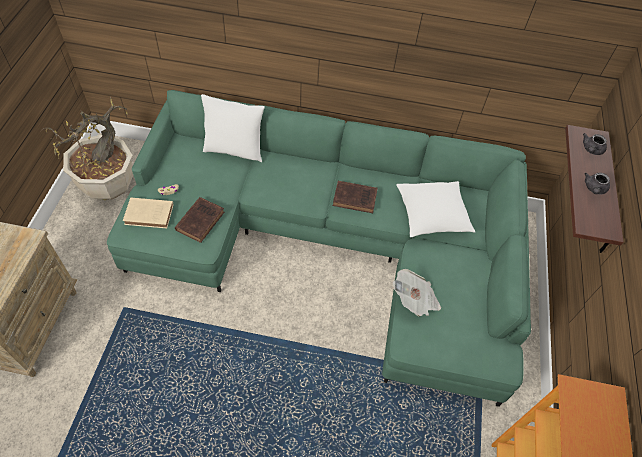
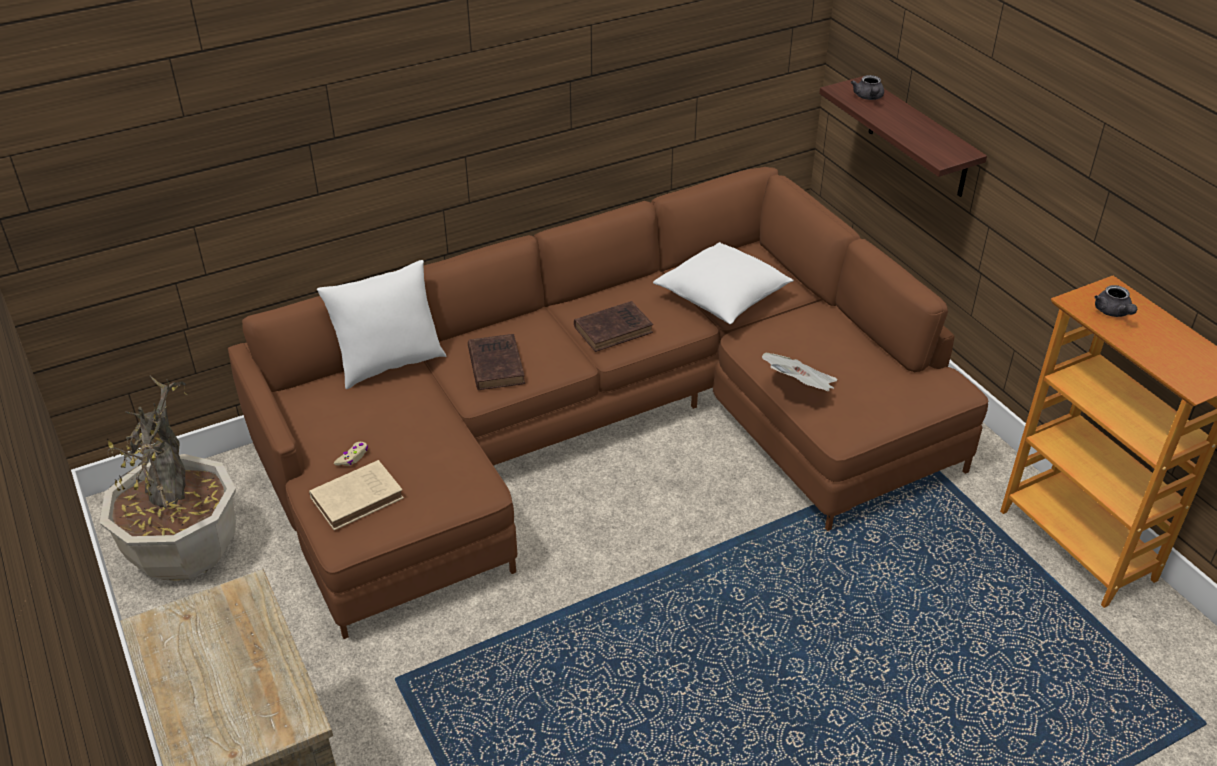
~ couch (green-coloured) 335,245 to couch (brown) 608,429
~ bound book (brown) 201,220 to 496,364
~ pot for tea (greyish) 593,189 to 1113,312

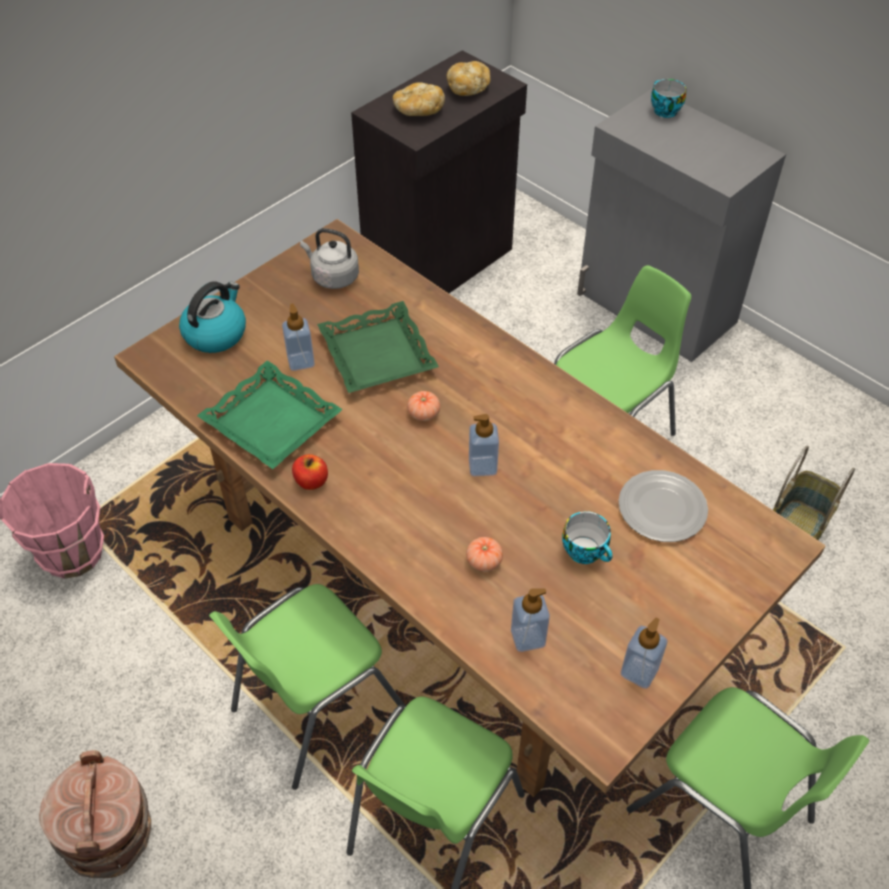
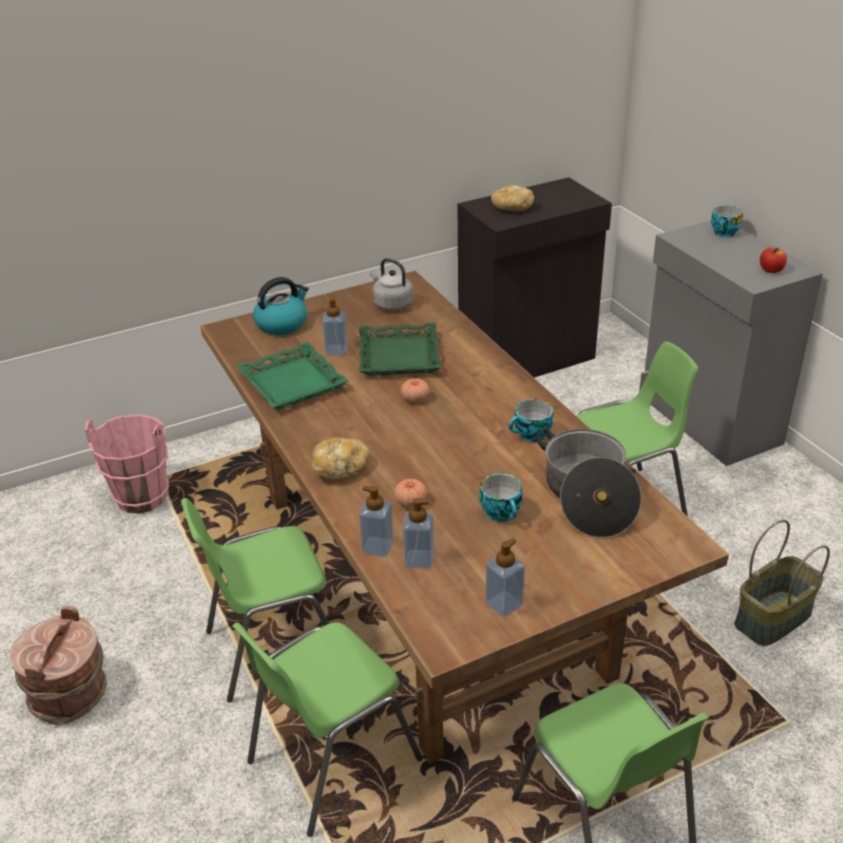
~ bakery bread 468,88 to 340,469
~ soap dispenser 482,466 to 378,547
+ small cup 531,435
~ flat dish 663,508 to stockpot 587,497
~ whole apple 311,481 to 771,270

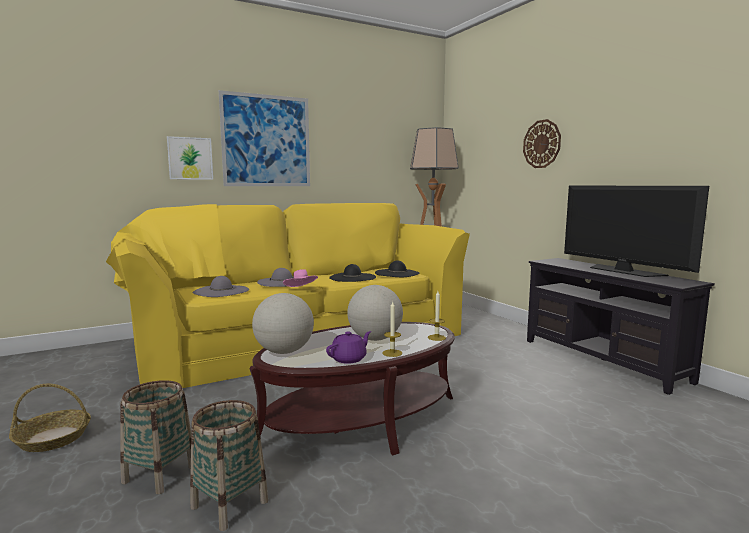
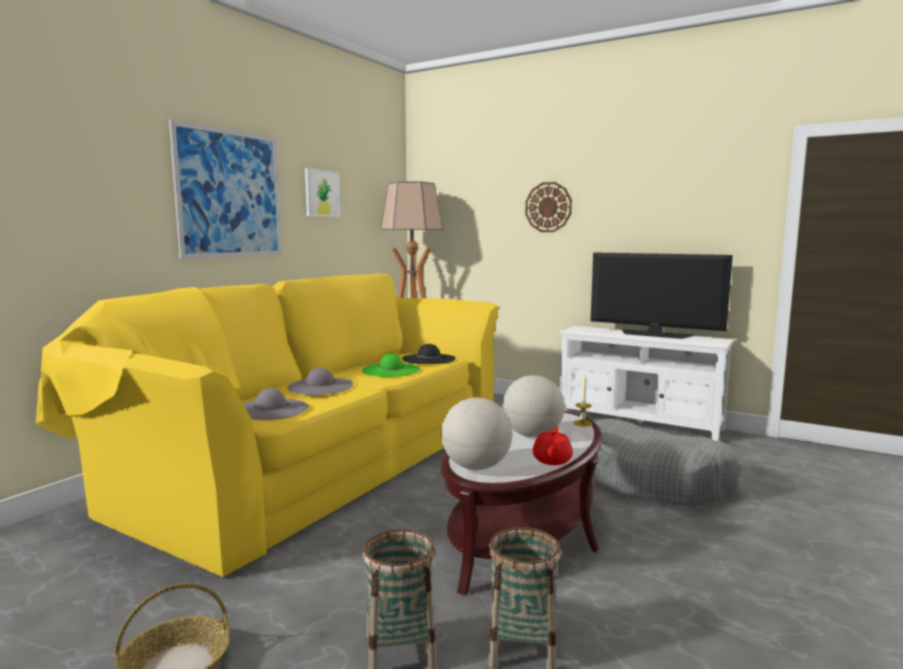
~ wall picture 190,158 to 322,193
~ hat (blackish) 352,277 to hat (green-coloured) 391,370
~ pot for tea (purplish) 349,359 to pot for tea (red-coloured) 552,460
~ tv unit (blackish) 602,360 to tv unit (whitish) 639,423
+ pet bed (greyish) 654,481
- hat (pink-coloured) 301,289
- wax candle 392,353

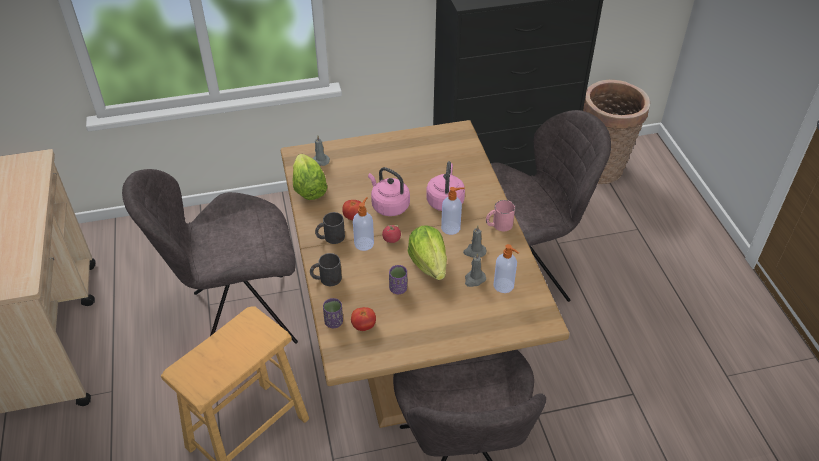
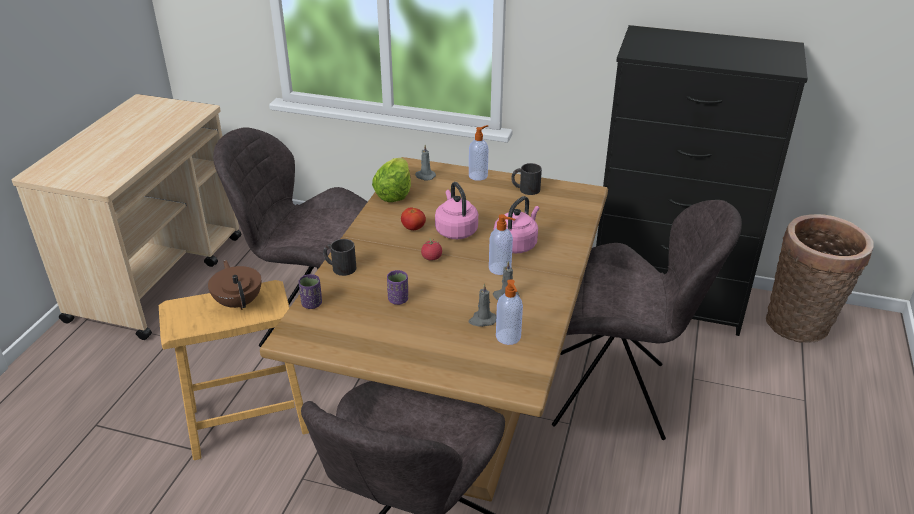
+ pot for tea (brown) 239,302
~ soap dispenser 364,243 to 478,175
~ coffee mug (blackish) 330,237 to 525,189
- fresh tomato 364,326
- head of lettuce 429,264
- coffee mug (pink-coloured) 498,225

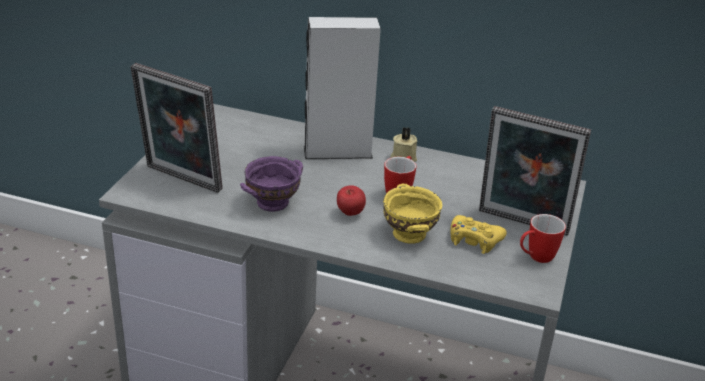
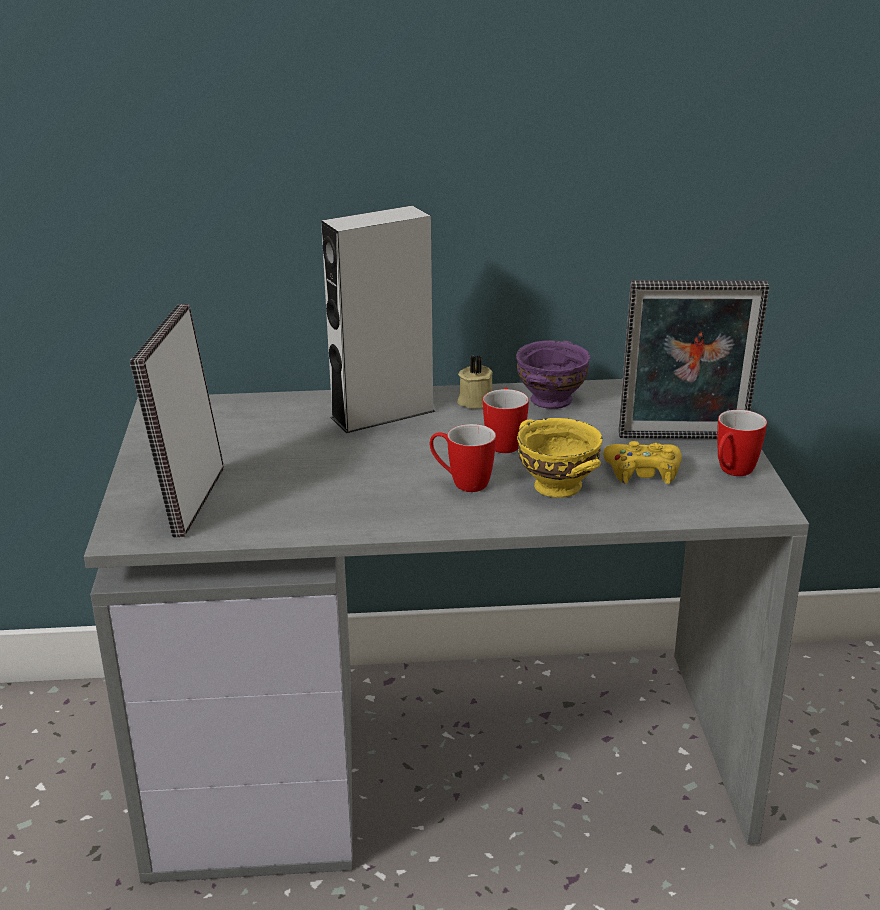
~ standing frame 180,180 = 190,501 90 degrees clockwise
~ whole apple 349,214 to coffee mug 461,483
~ deep dish (purplish) 271,203 to 549,400

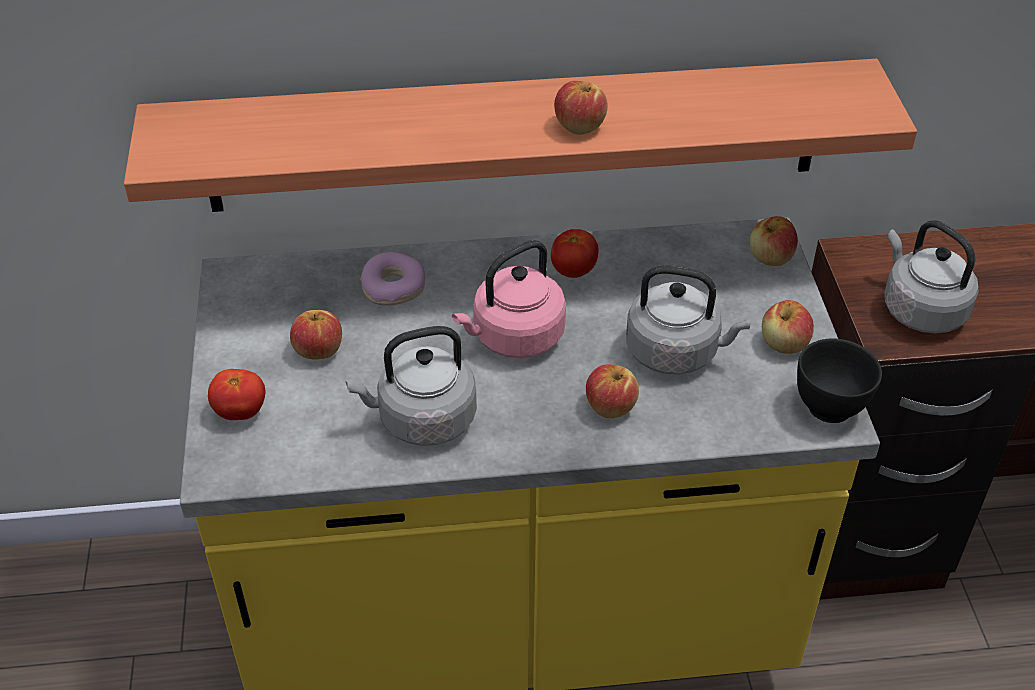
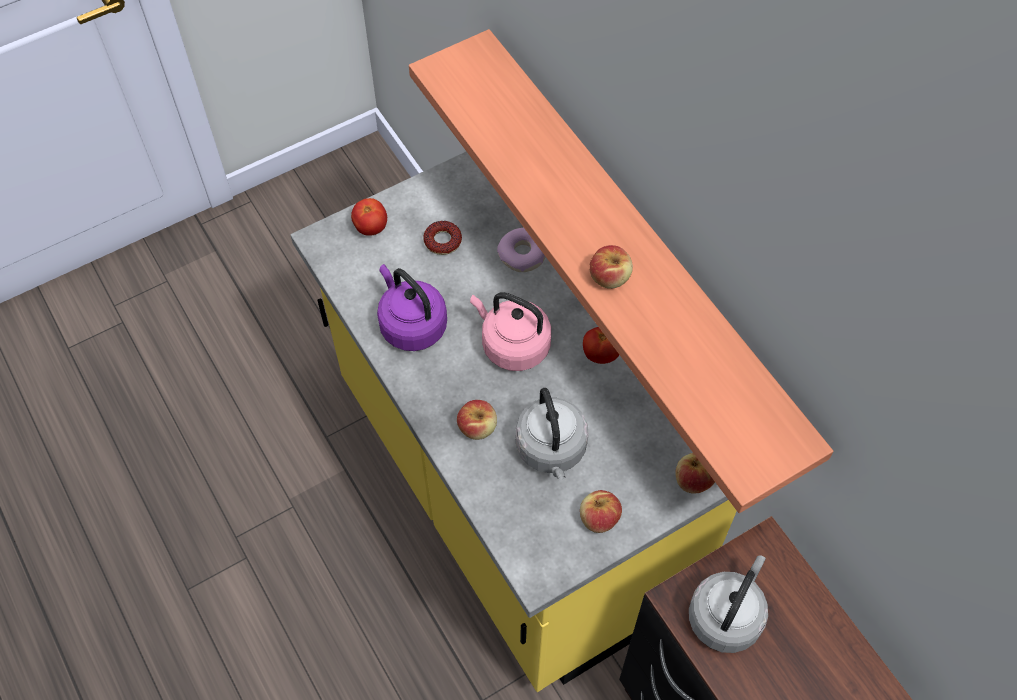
~ tea kettle (greyish) 422,420 to tea kettle (purplish) 411,324
~ whole apple 318,350 to donut 442,241
- deep dish (blackish) 830,407

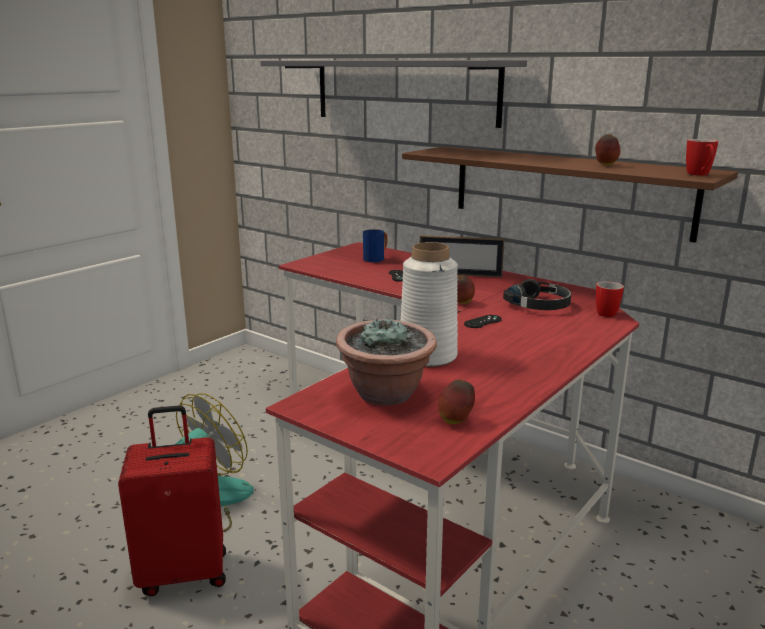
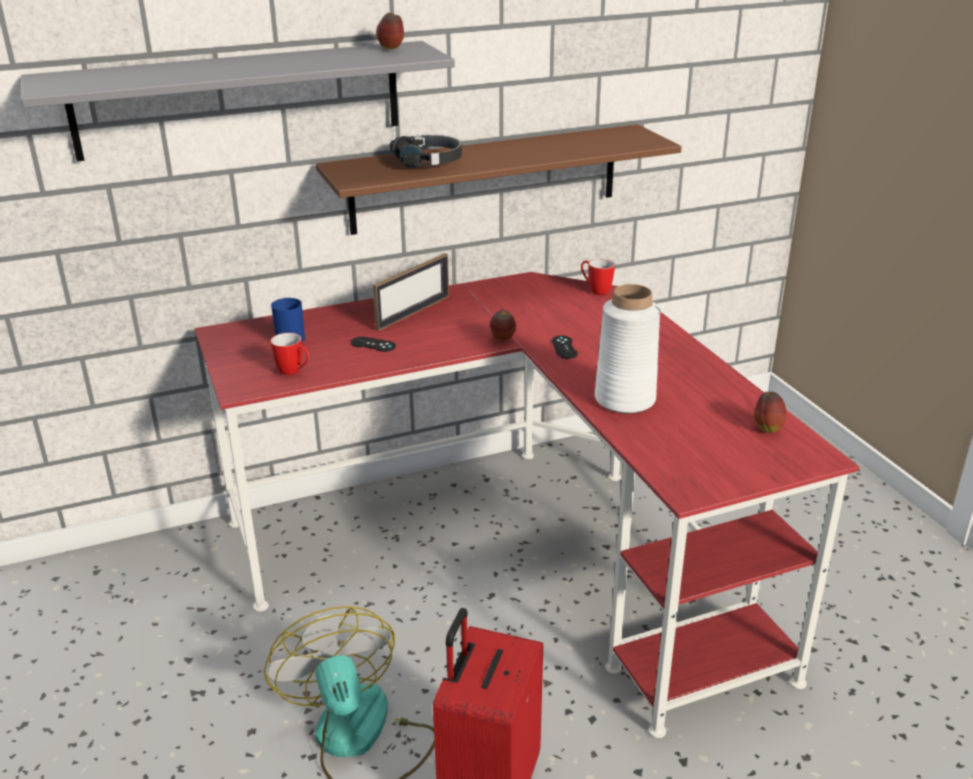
~ coffee mug 700,175 to 294,372
~ whole apple 605,165 to 391,49
~ headset (blackish) 539,305 to 428,161
- plant in a pot 386,394

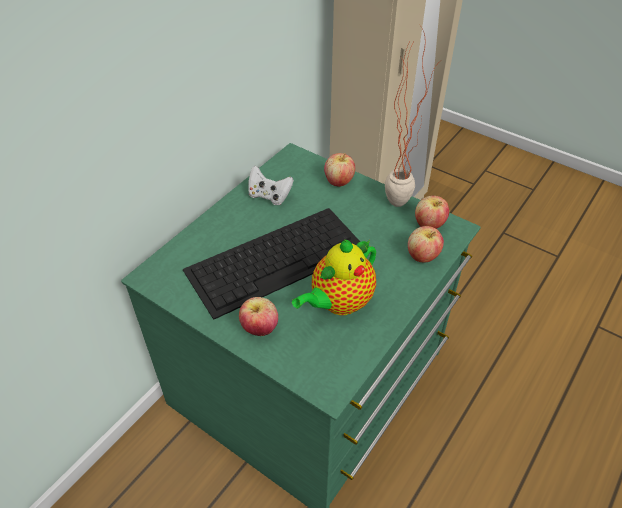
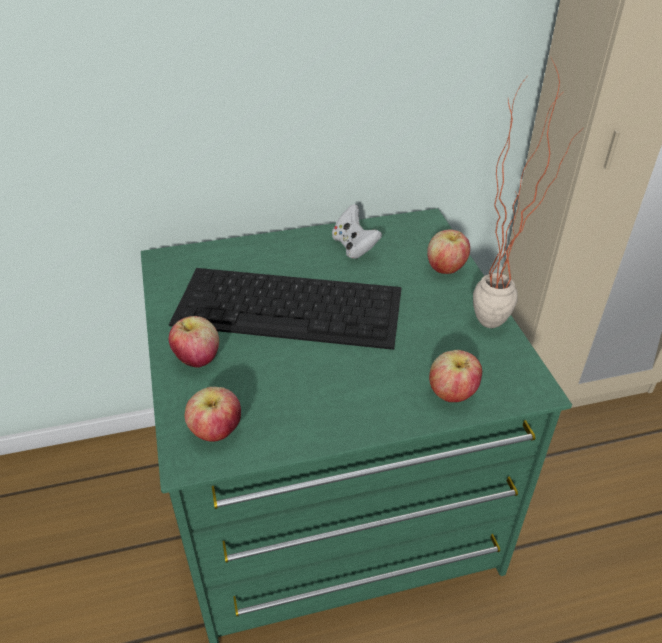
~ whole apple 429,225 to 216,431
- pot for tea 339,303

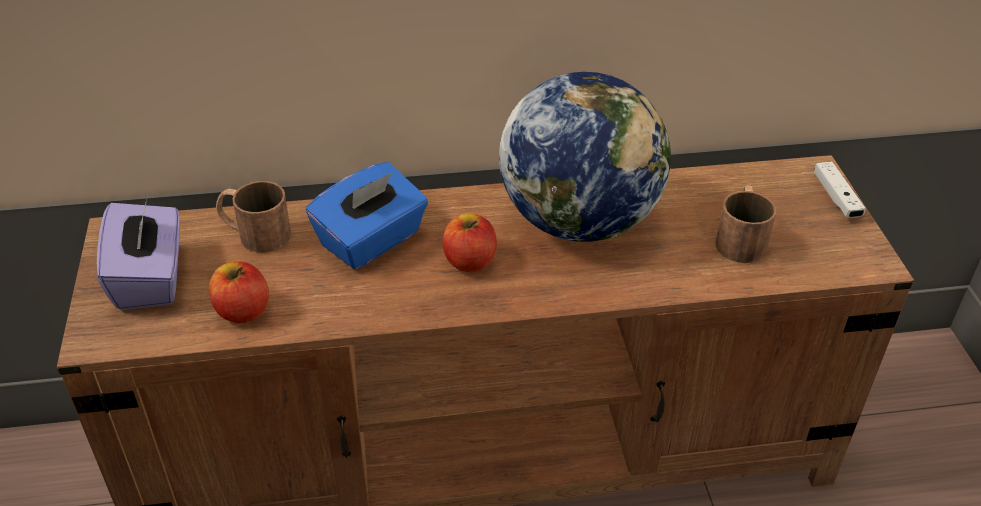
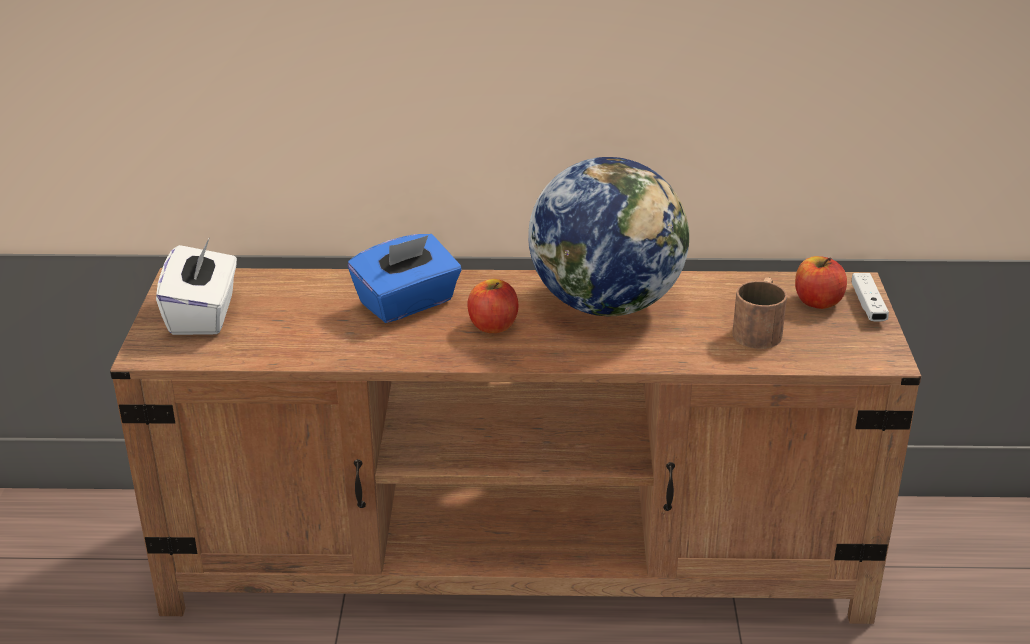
~ tissue holder (purplish) 151,278 to tissue holder (whitish) 203,315
~ whole apple 242,311 to 817,302
- coffee mug (brown) 254,232

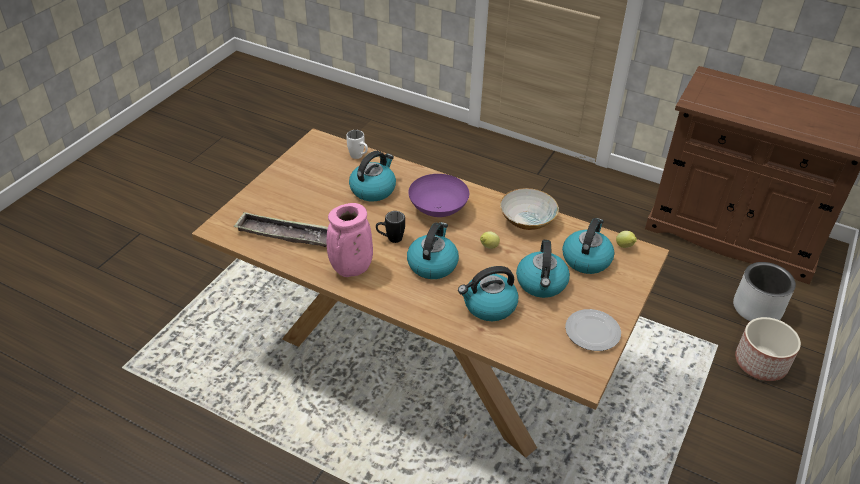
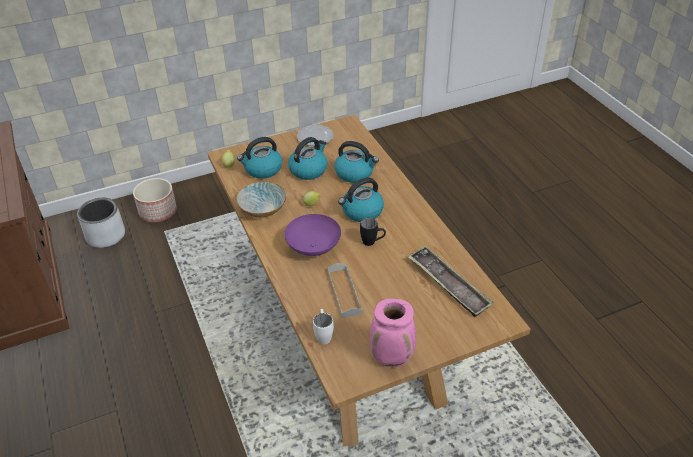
~ tea kettle 373,189 to carrying tray (greyish) 344,292
~ flower vase (pink-coloured) 351,270 to 392,358

